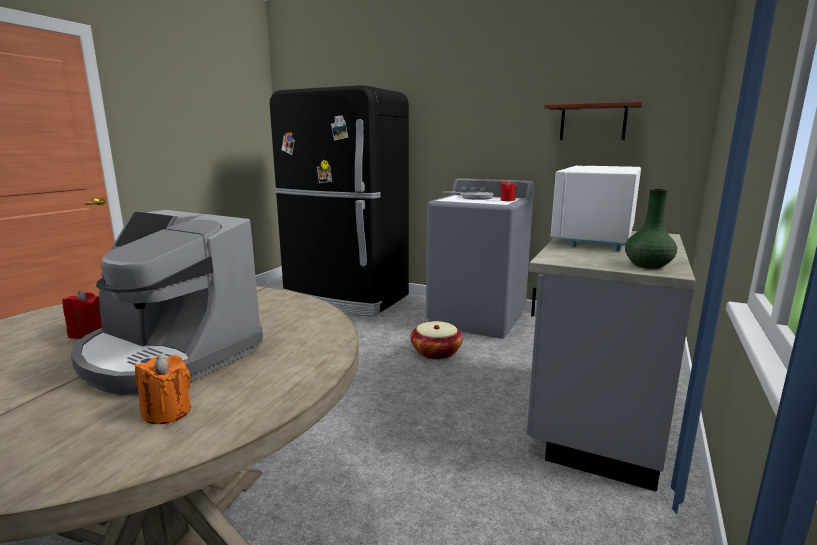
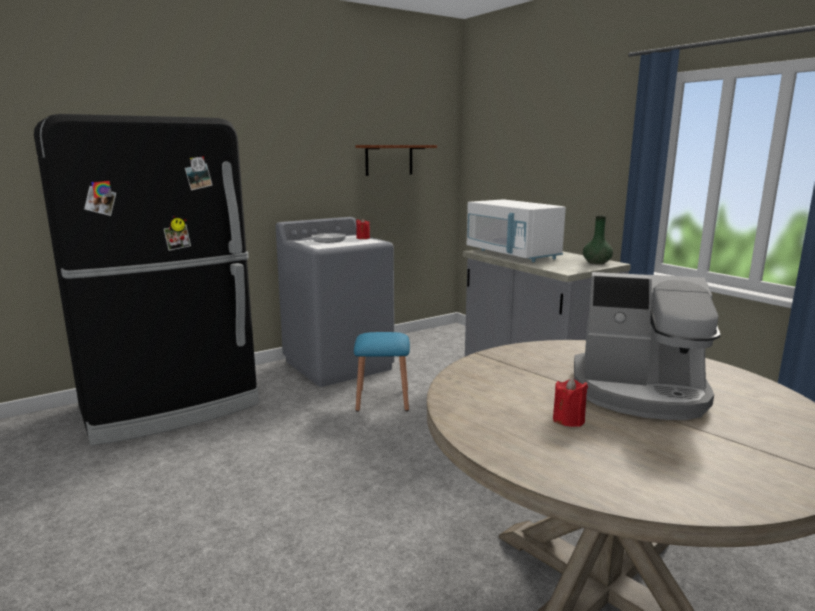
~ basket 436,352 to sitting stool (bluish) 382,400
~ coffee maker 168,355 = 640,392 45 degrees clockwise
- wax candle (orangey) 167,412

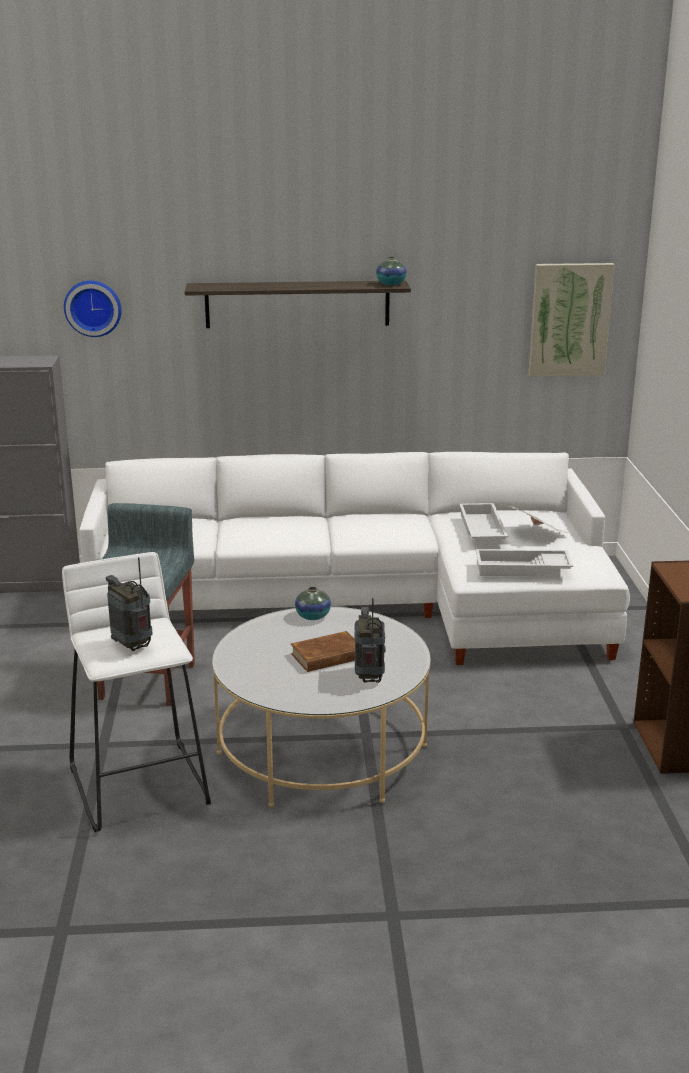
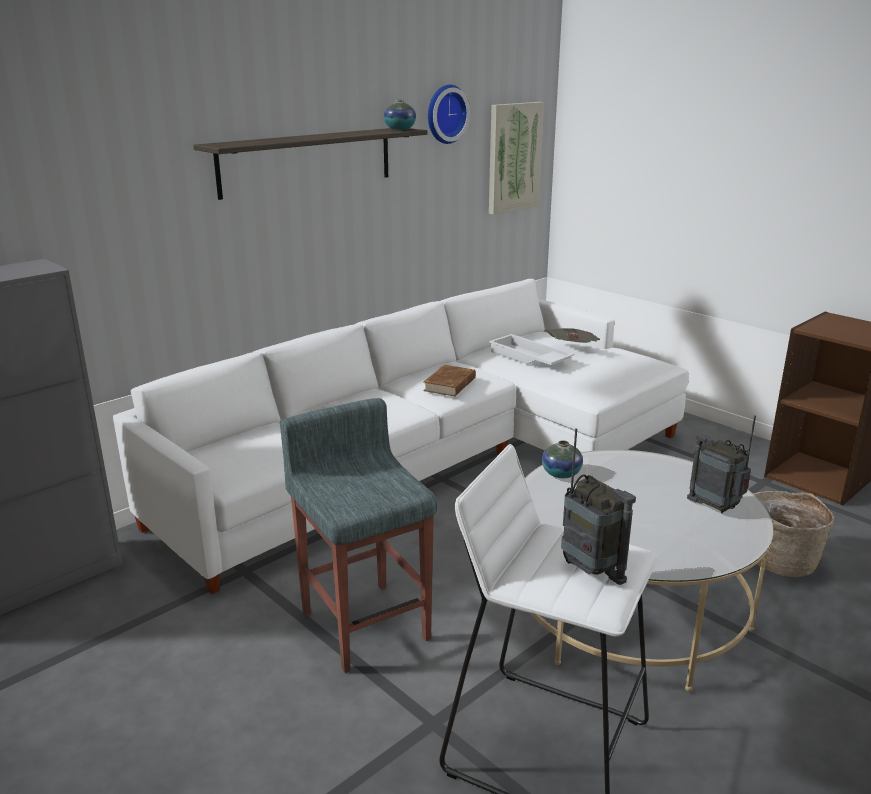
~ bound book (brown) 328,656 to 450,384
~ clock on the wall 93,307 to 445,114
~ radio 132,646 = 590,569 135 degrees counterclockwise
+ basket 778,560
- carrying tray (whitish) 522,569

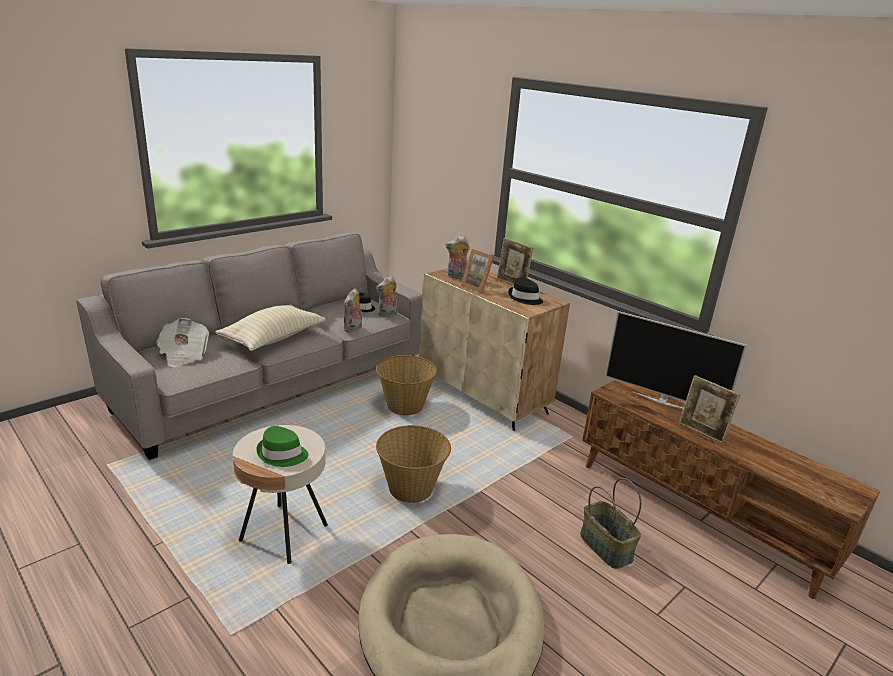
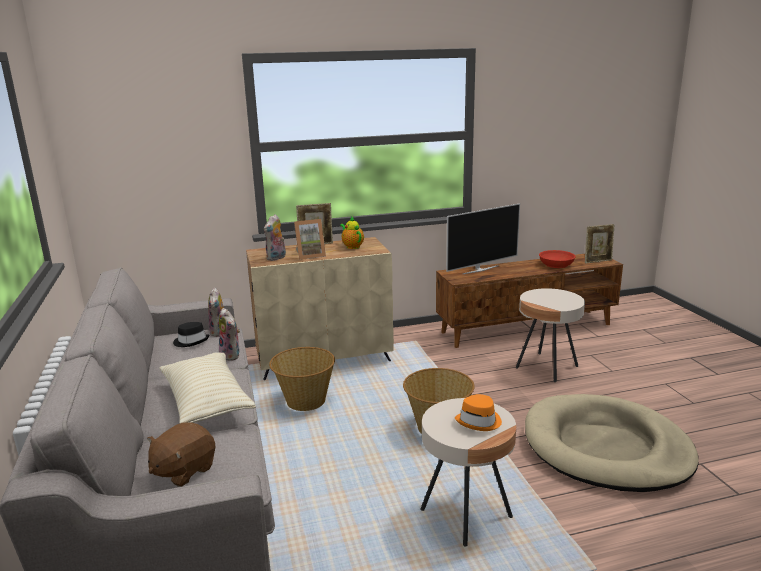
~ printed paper 184,355 to cuddly toy (brown) 183,470
~ hat (blackish) 525,298 to pot for tea 352,246
~ hat (green-coloured) 282,454 to hat (orangey) 479,421
~ basket 607,547 to end table (sand-coloured) 546,367
+ deep dish (red-coloured) 556,264
~ standing frame 701,432 to 597,261

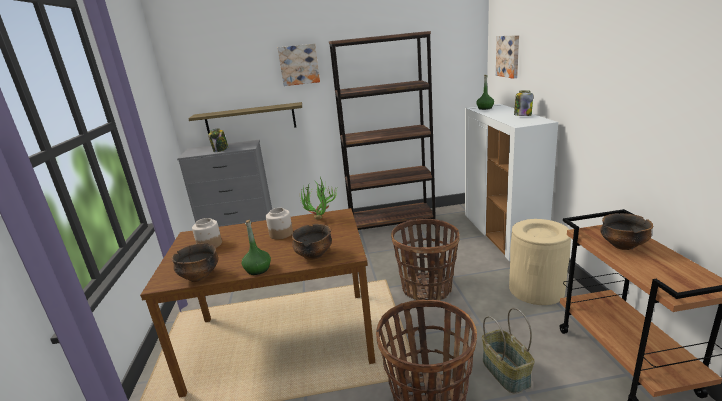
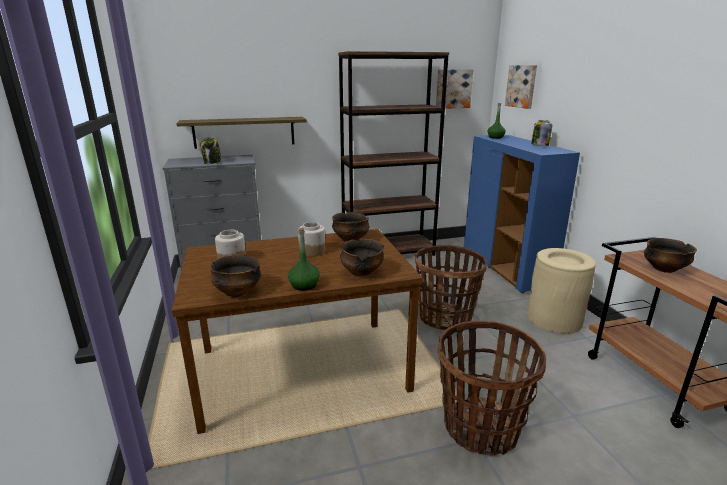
~ plant in a pot 320,220 to deep dish 351,239
~ wall picture 299,64 to 453,89
~ cabinet (whitish) 502,235 to cabinet (bluish) 506,268
- basket 506,372

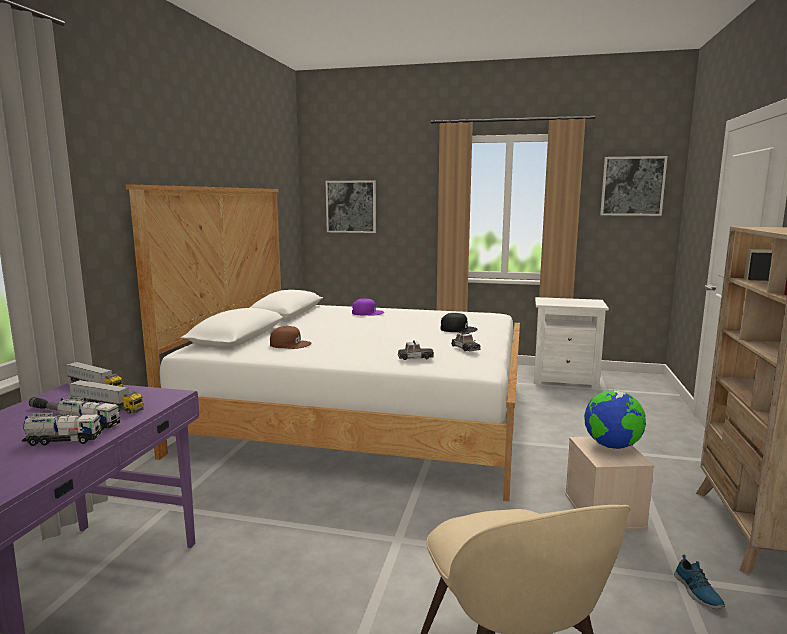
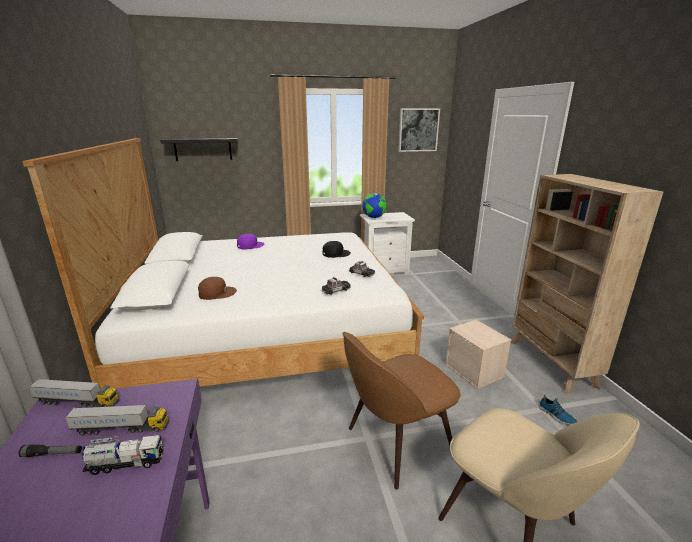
~ wall picture 351,206 to bracket shelf (blackish) 203,149
+ plain chair (brown) 396,443
~ desk globe 612,446 to 374,217
- toy lorry 63,440

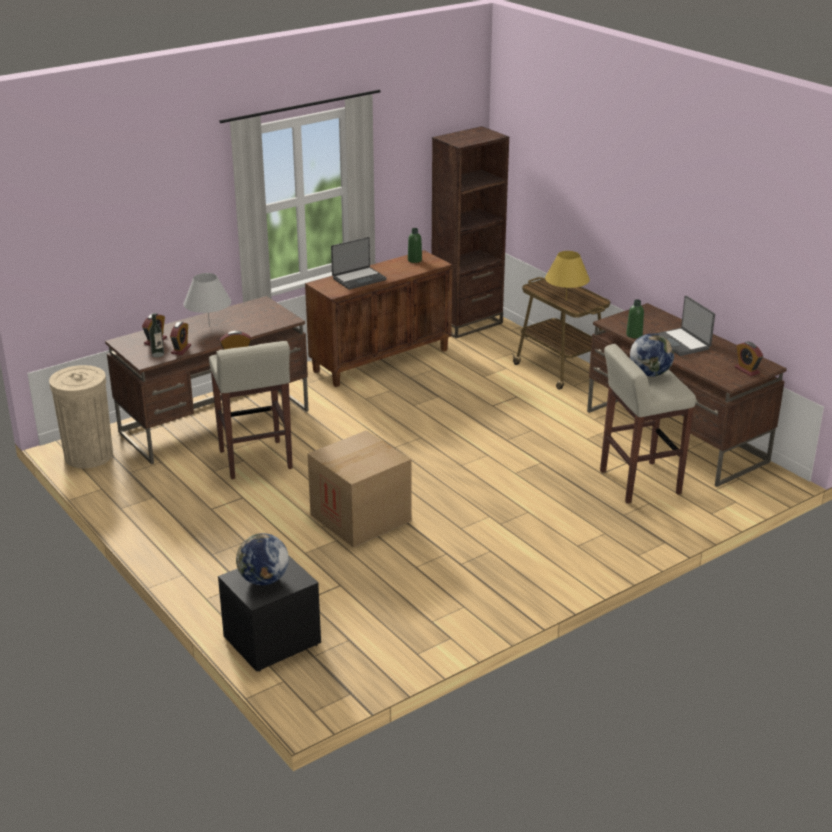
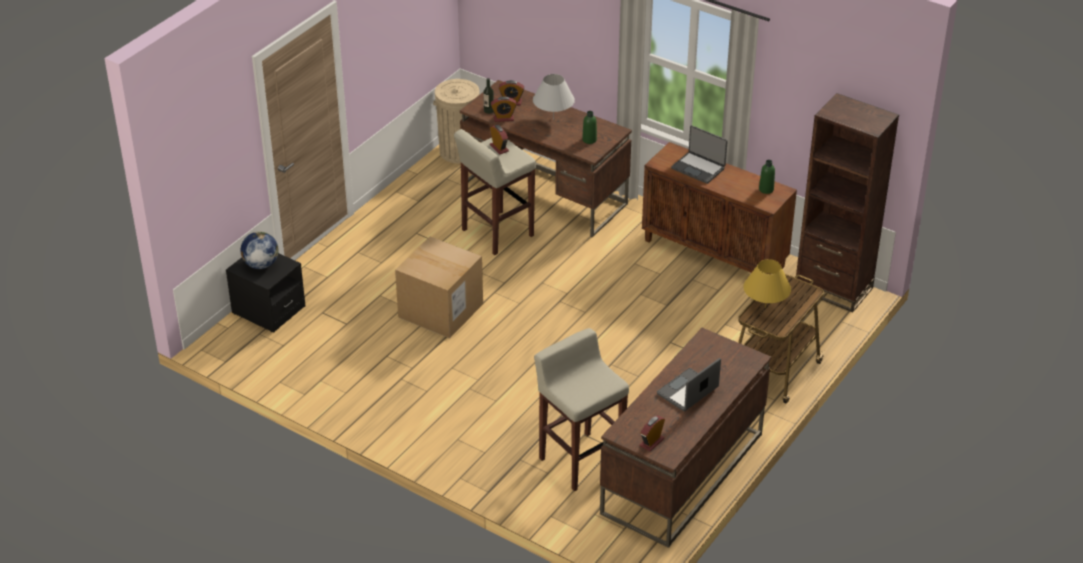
~ bottle (green-coloured) 634,335 to 589,140
- desk globe 650,373

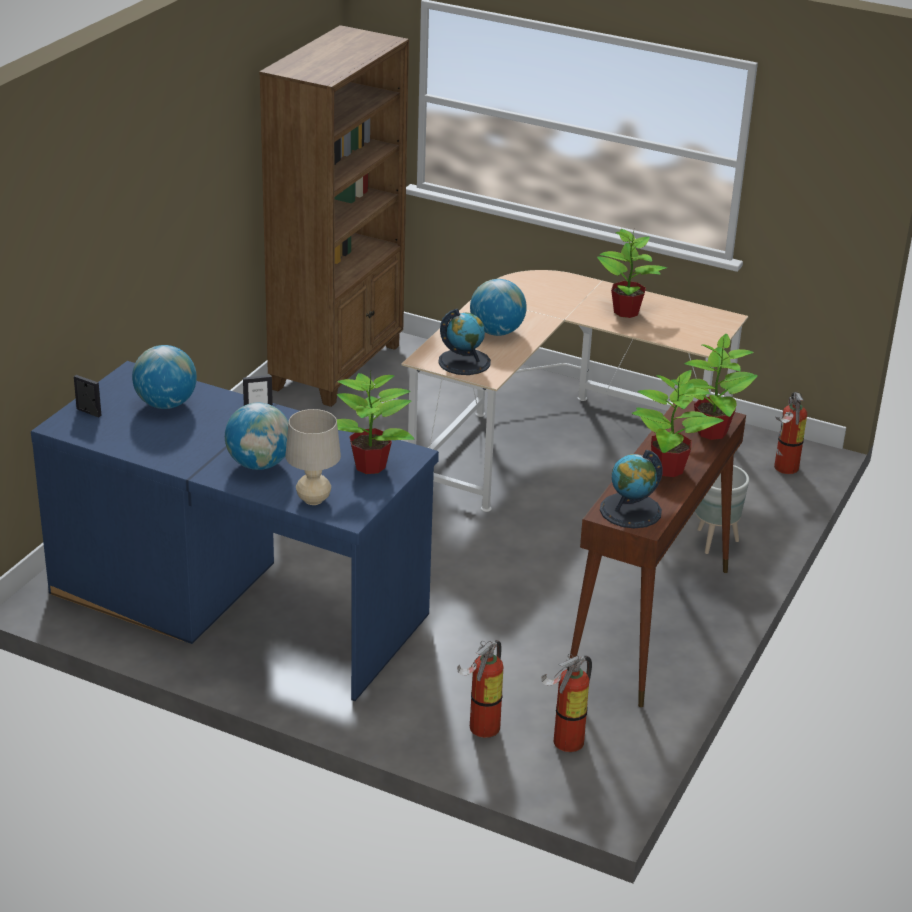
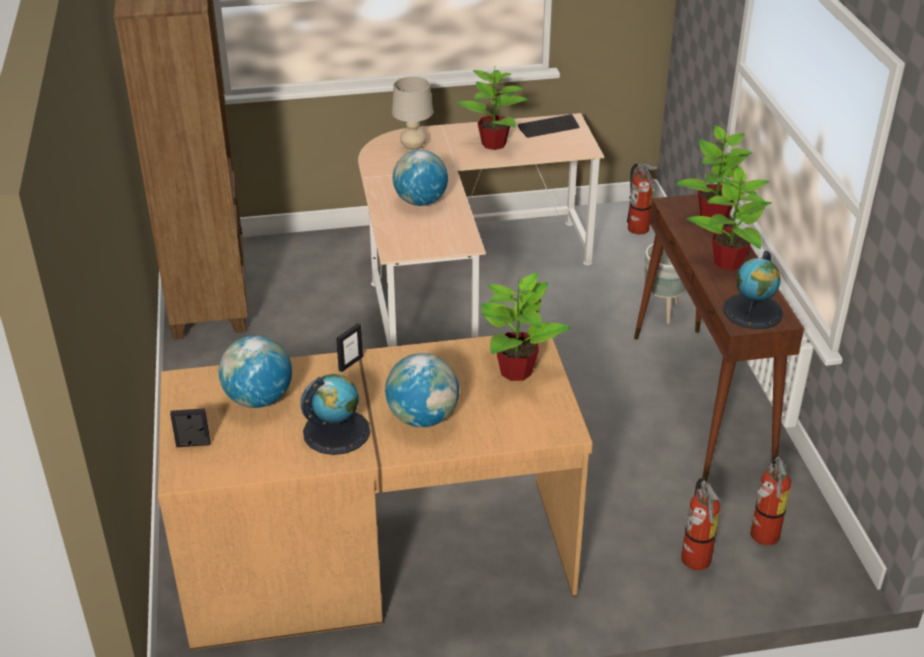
~ desk table (bluish) 240,602 to desk table (brown) 377,557
~ desk globe 464,362 to 336,431
~ lamp for a table (sand-coloured) 313,500 to 413,147
+ computer keyboard 548,127

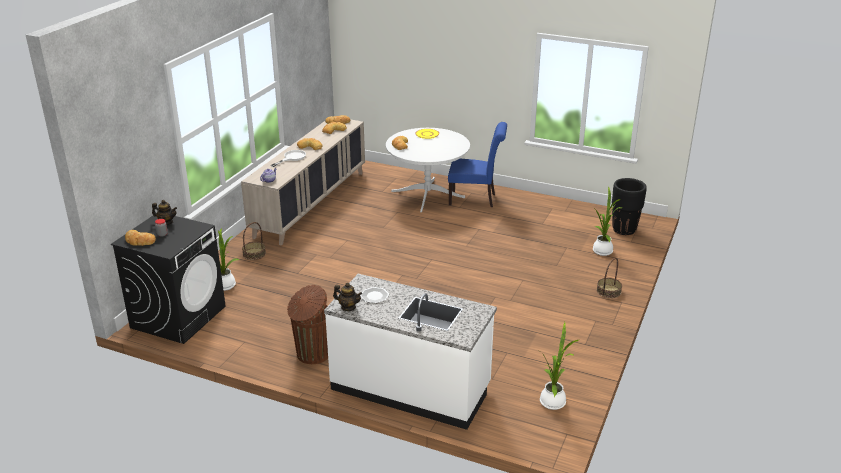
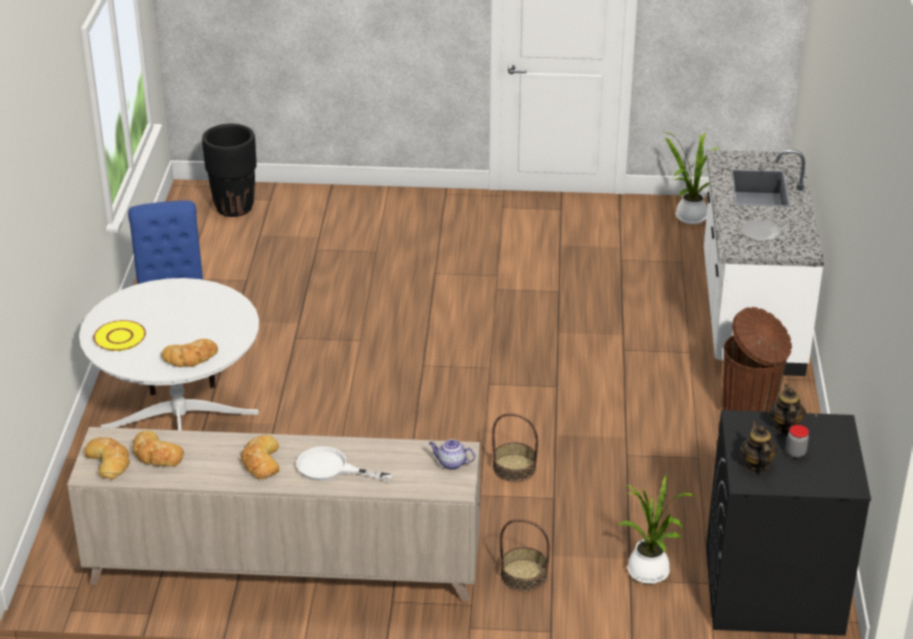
~ basket 608,291 to 514,467
~ pot for tea 348,307 to 785,426
- bakery bread 139,241
- plant in a pot 603,250

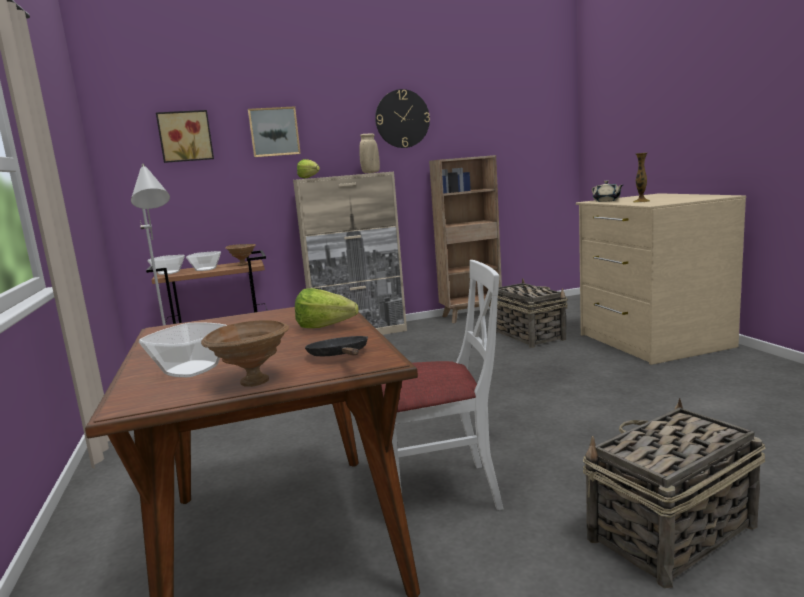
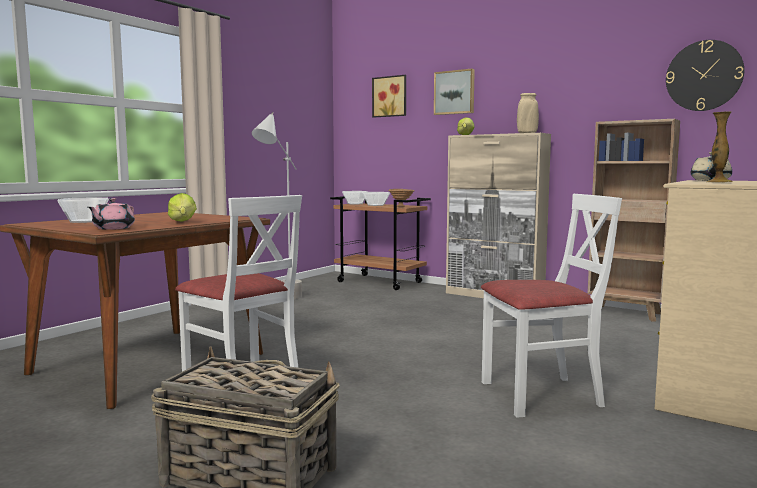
~ frying pan (blackish) 340,356 to pot for tea (pink-coloured) 113,228
+ plain chair (whitish) 541,395
~ clock on the wall 402,119 to 704,76
- deep dish (brown) 252,382
- basket 527,335

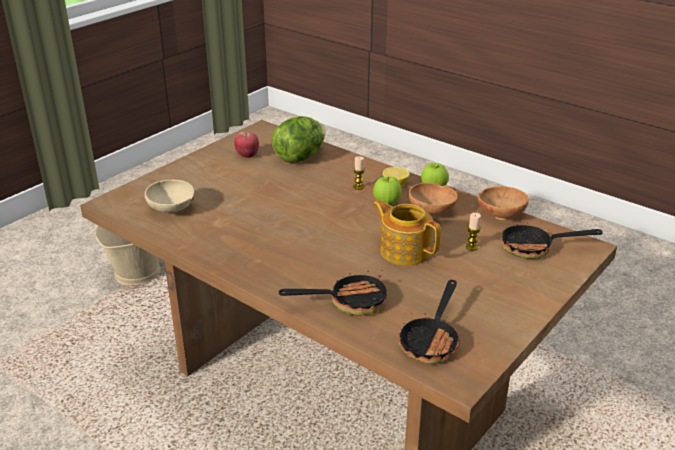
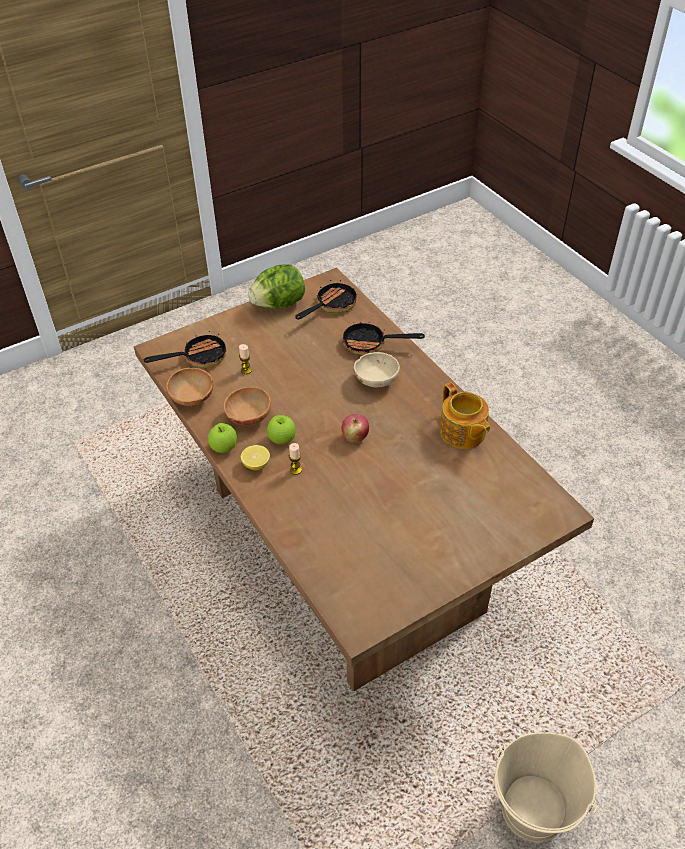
~ frying pan 535,248 = 198,358 45 degrees counterclockwise
~ head of lettuce 300,157 to 279,304
~ whole apple 247,155 to 355,437
~ deep dish (sand-coloured) 172,210 to 376,380
~ pot for tea 404,250 to 462,433

